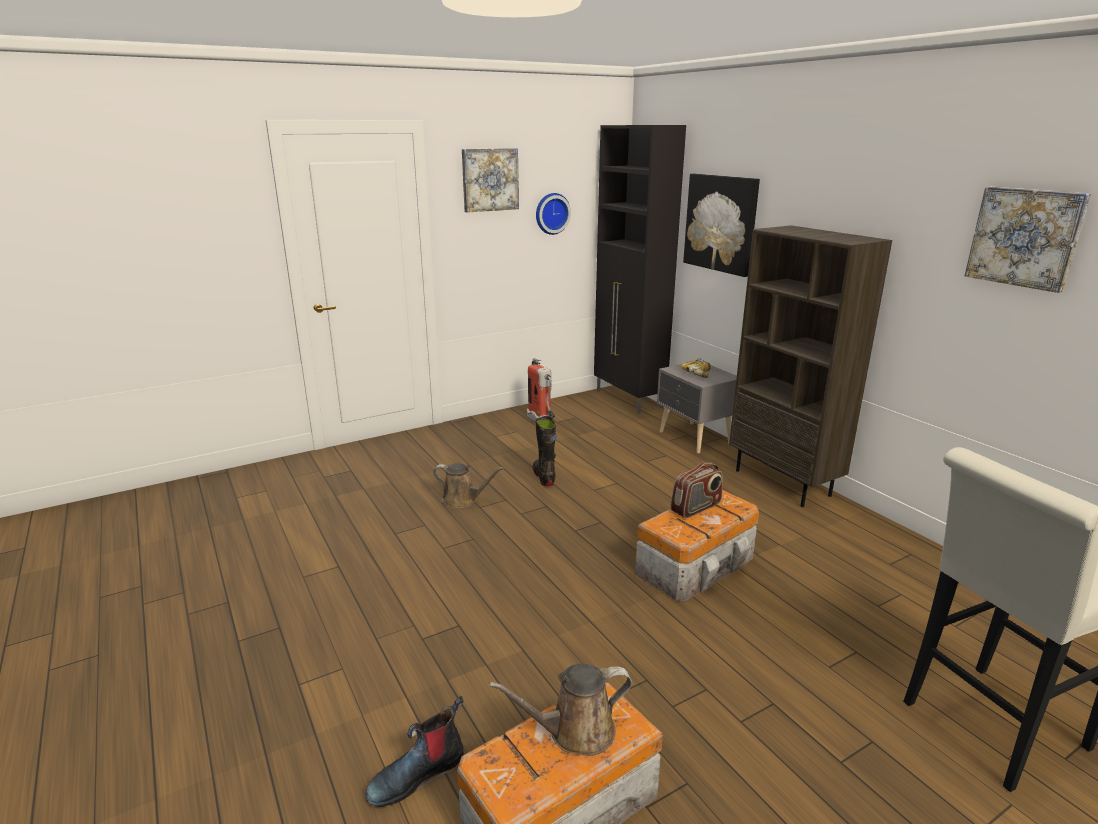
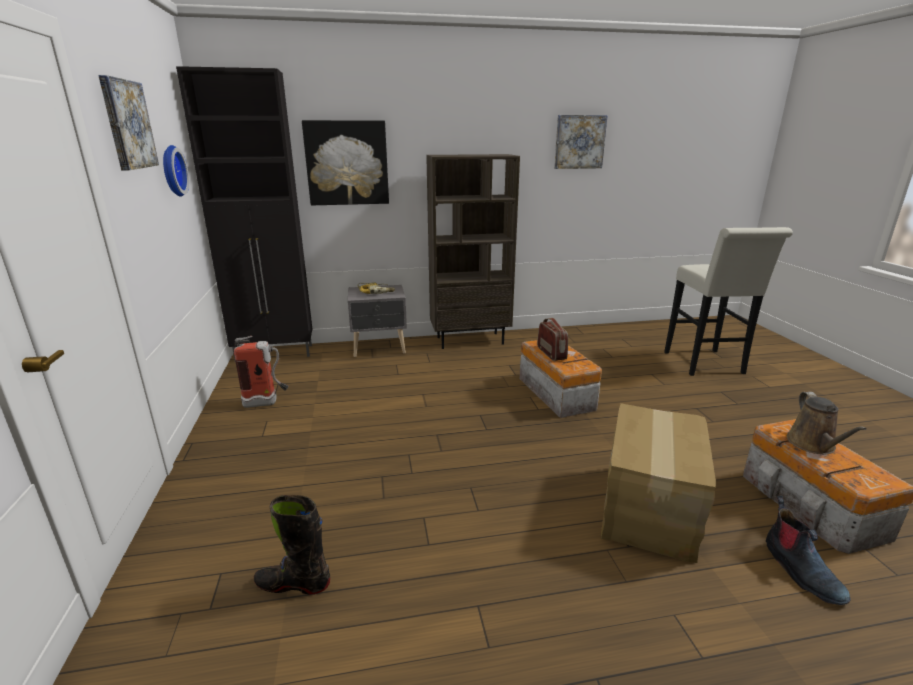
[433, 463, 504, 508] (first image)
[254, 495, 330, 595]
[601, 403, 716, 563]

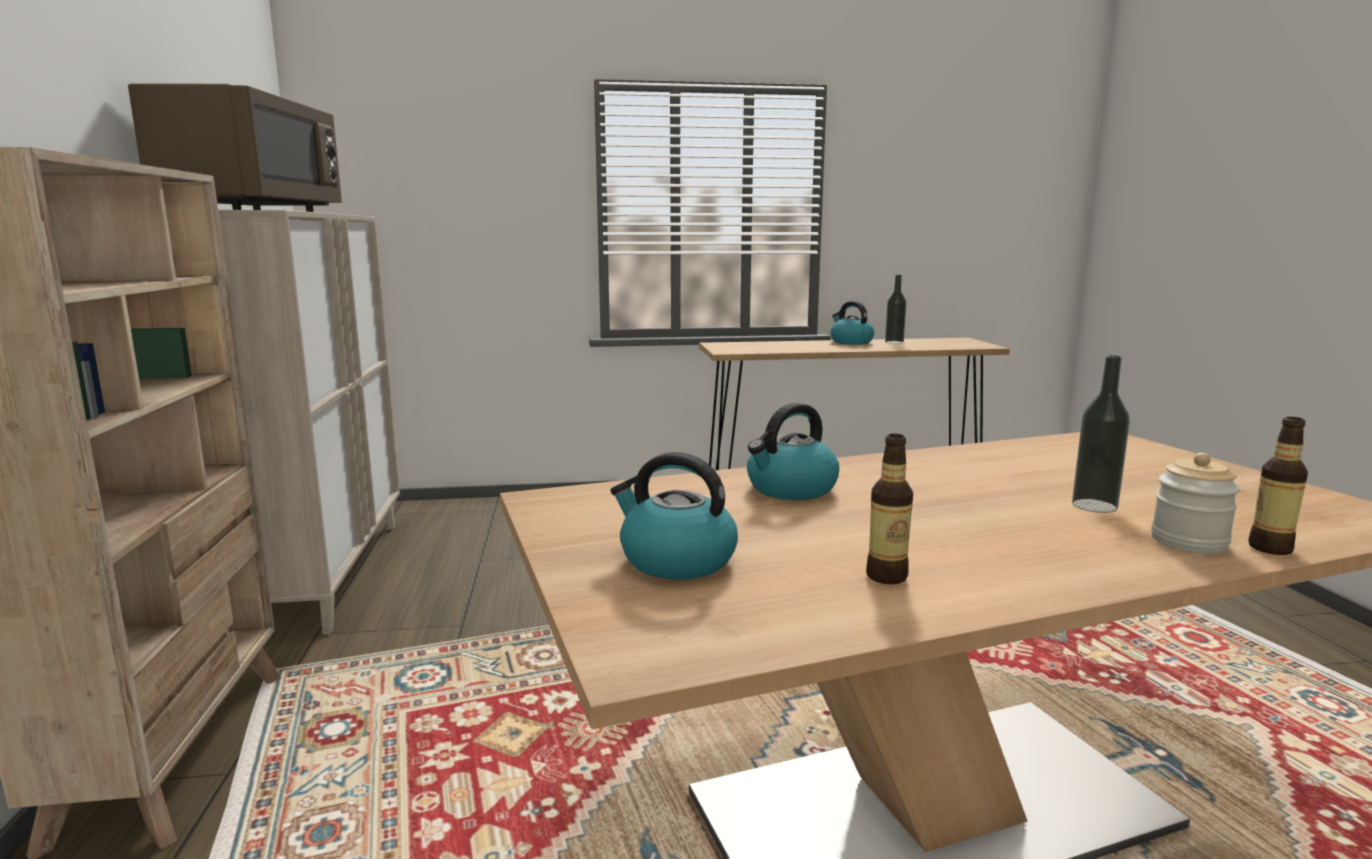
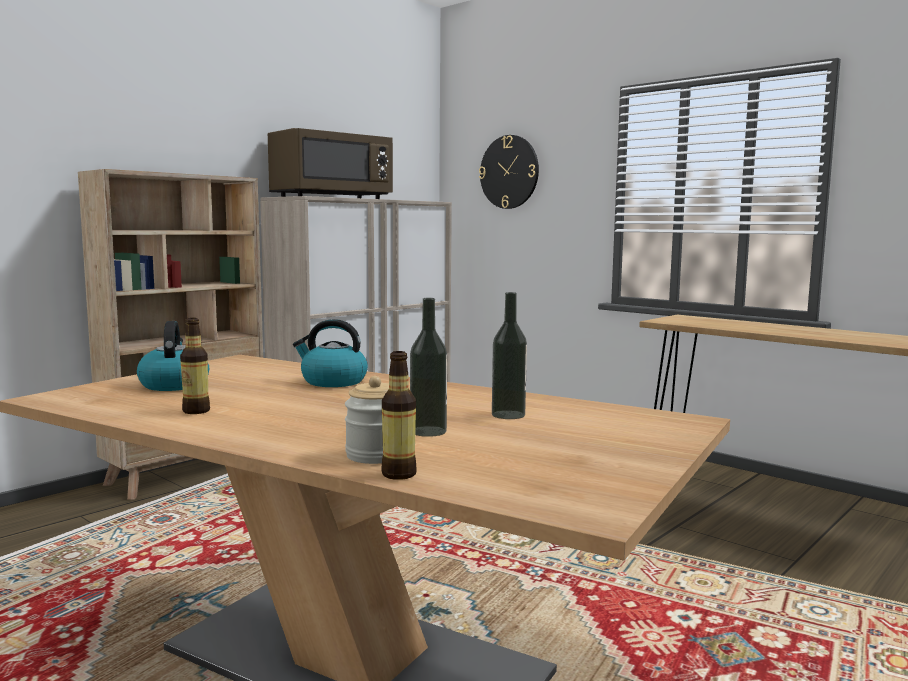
[830, 301, 874, 345] (first image)
[492, 292, 527, 419]
[479, 135, 539, 209]

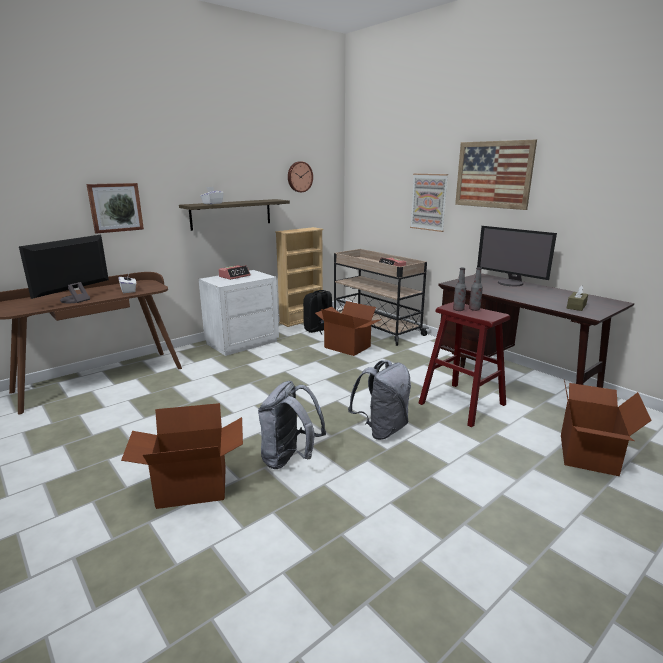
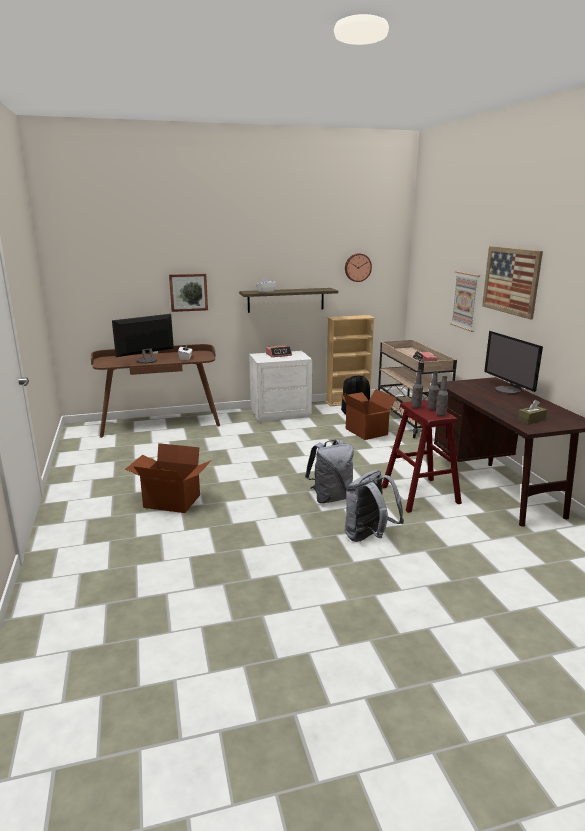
[345, 470, 404, 542]
[561, 379, 652, 476] (first image)
[436, 376, 448, 416]

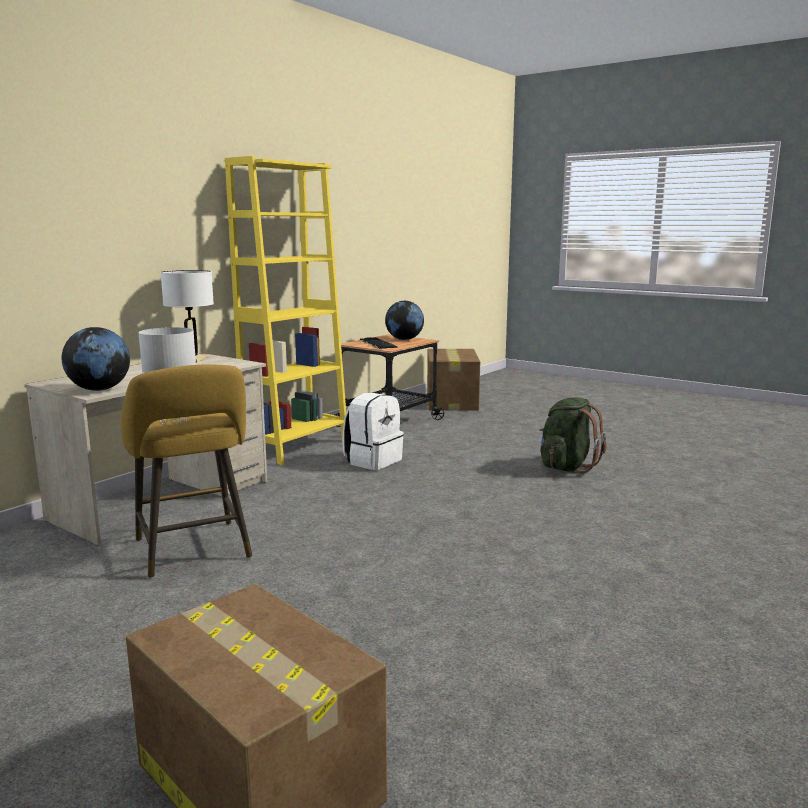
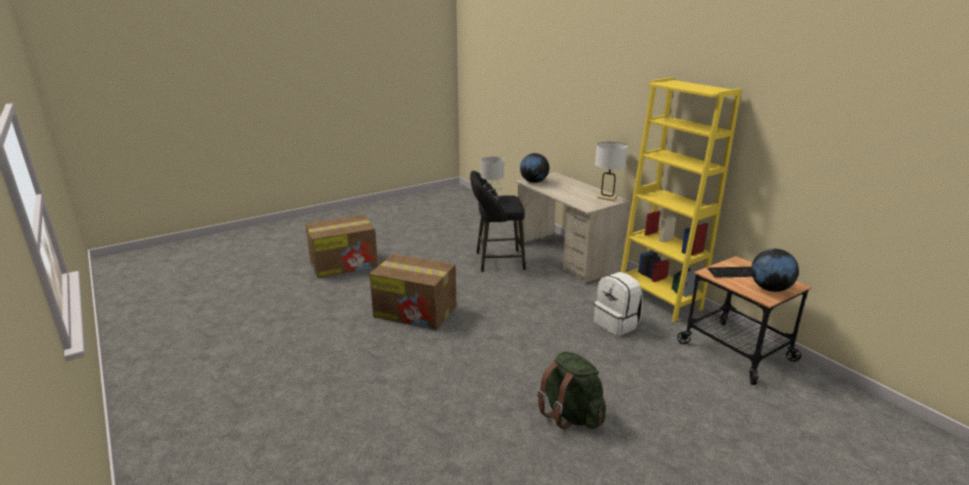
[470, 171, 526, 272]
[369, 254, 456, 330]

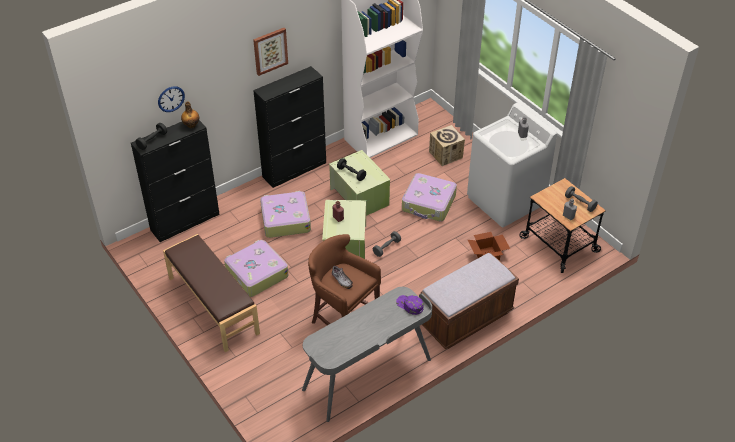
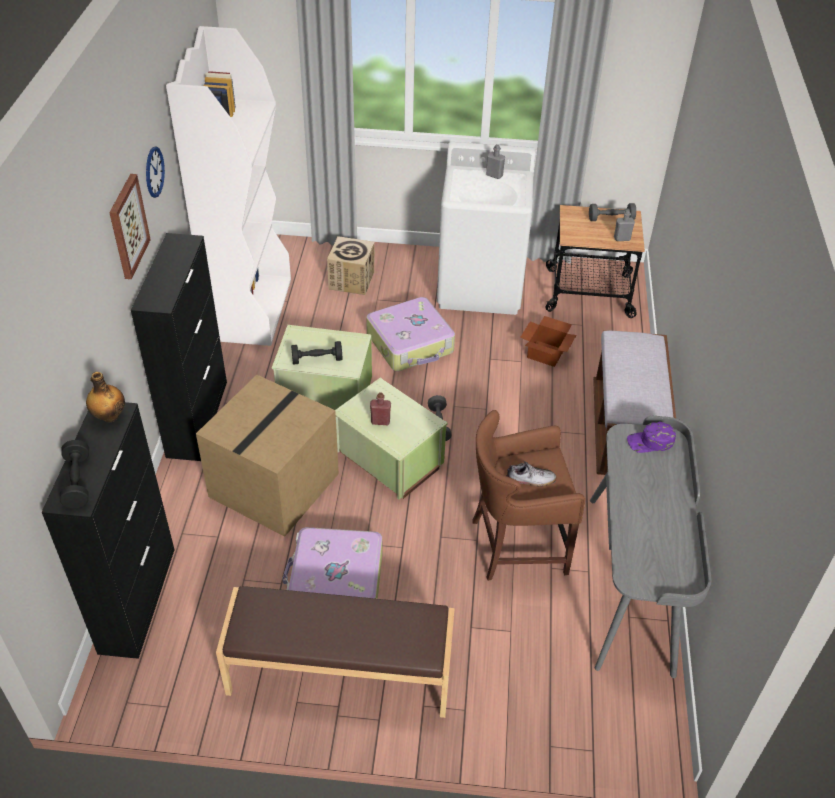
[146, 147, 165, 198]
[196, 375, 339, 537]

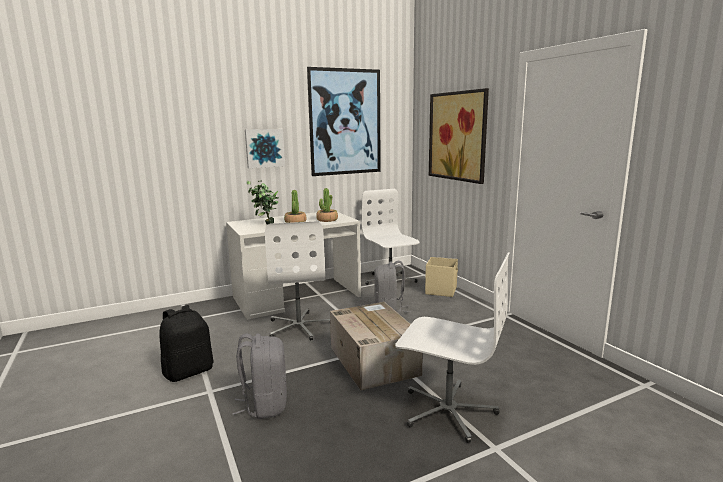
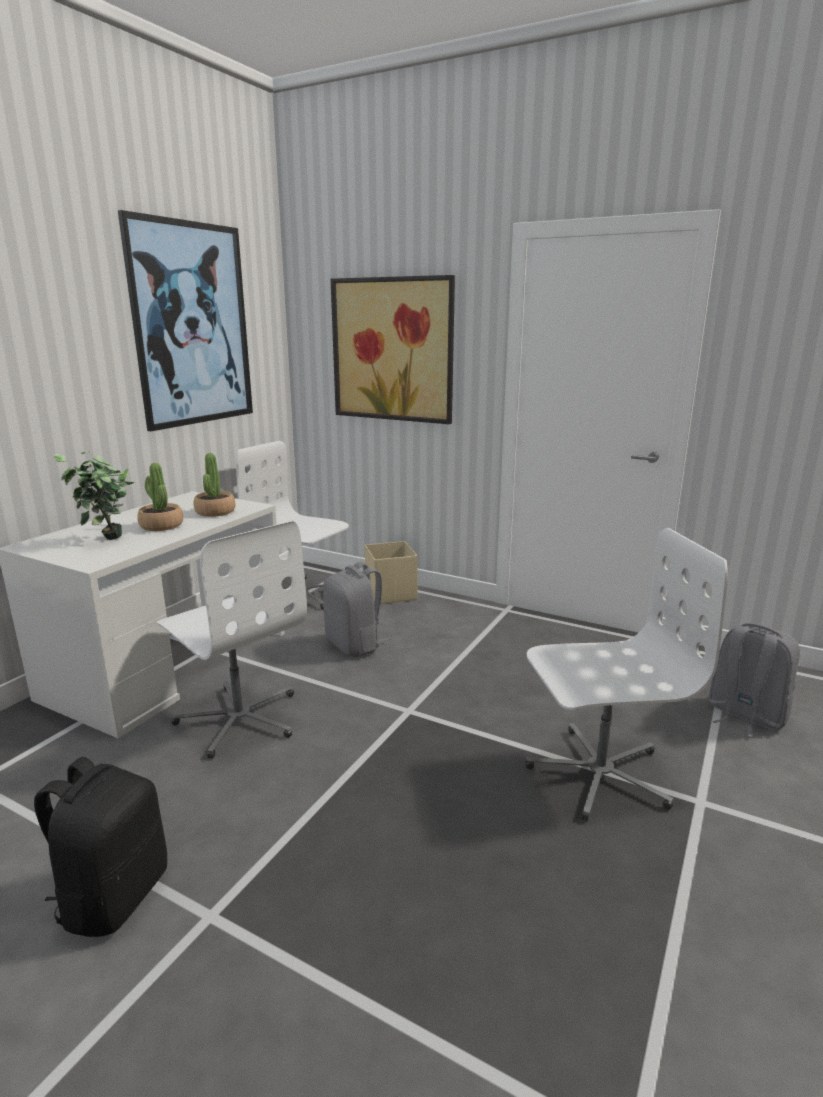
[708, 623, 800, 737]
[245, 129, 285, 168] (first image)
[330, 302, 423, 390] (first image)

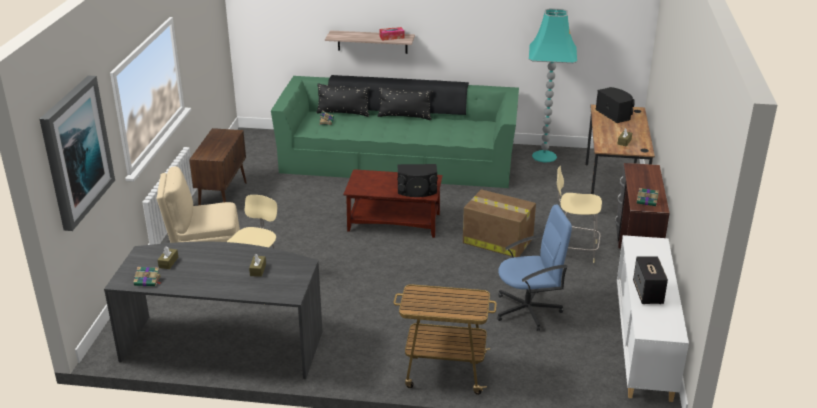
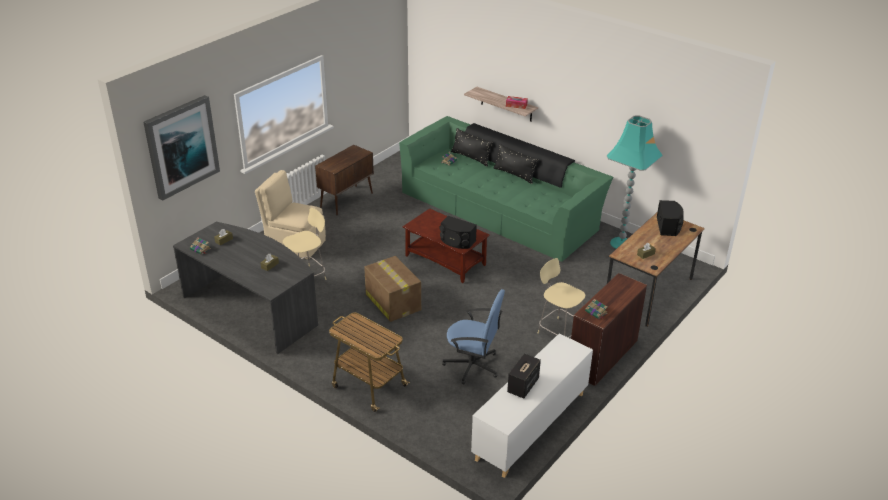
[364, 256, 421, 322]

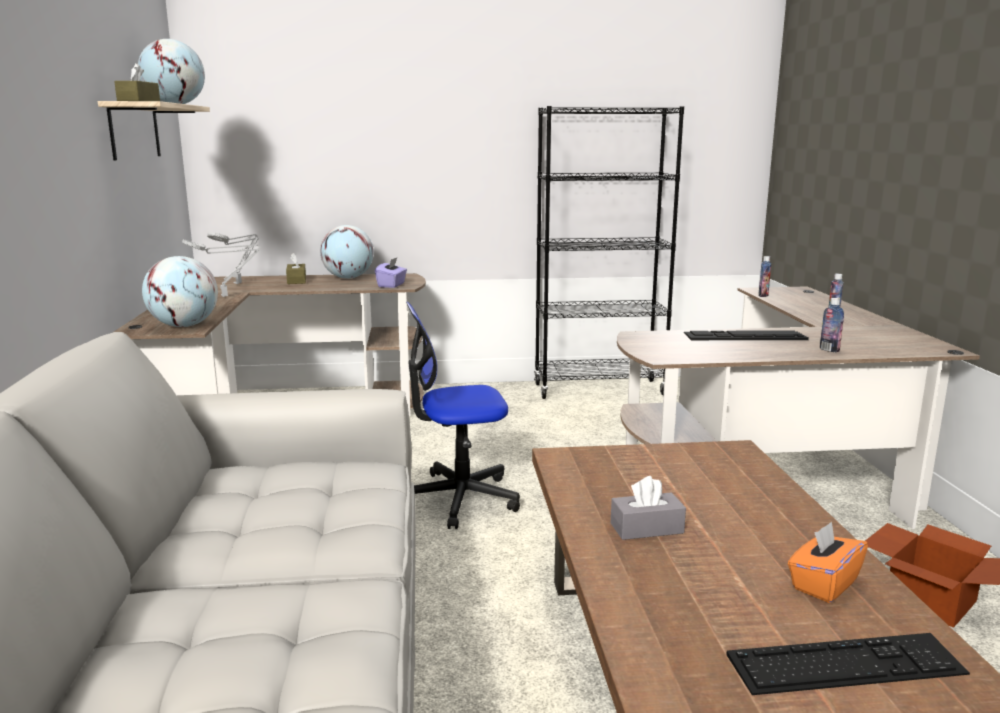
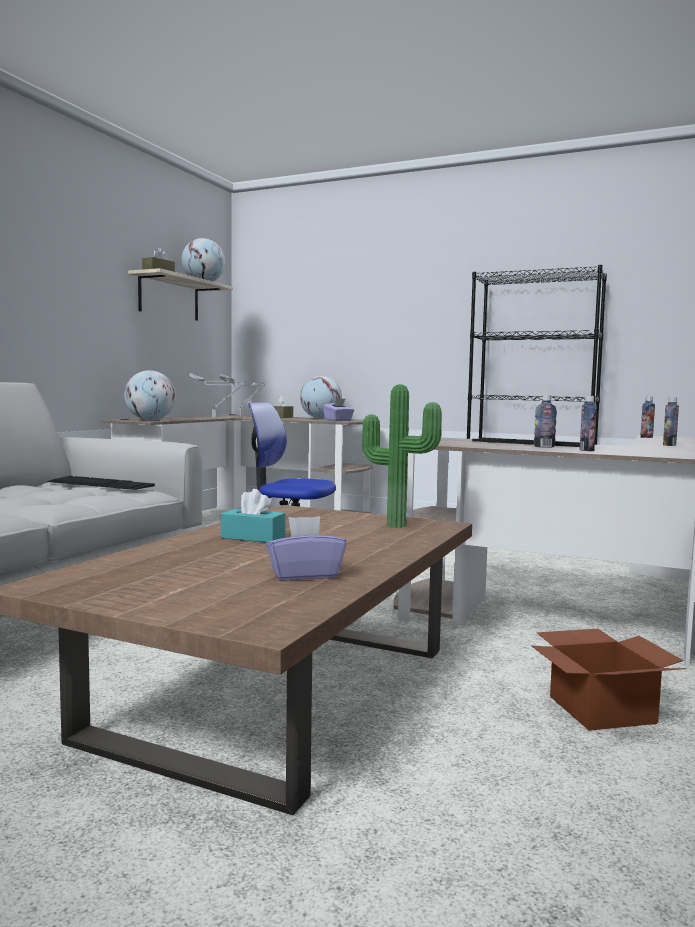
[221, 489, 285, 542]
[47, 476, 155, 490]
[266, 516, 347, 580]
[362, 384, 442, 528]
[534, 395, 557, 447]

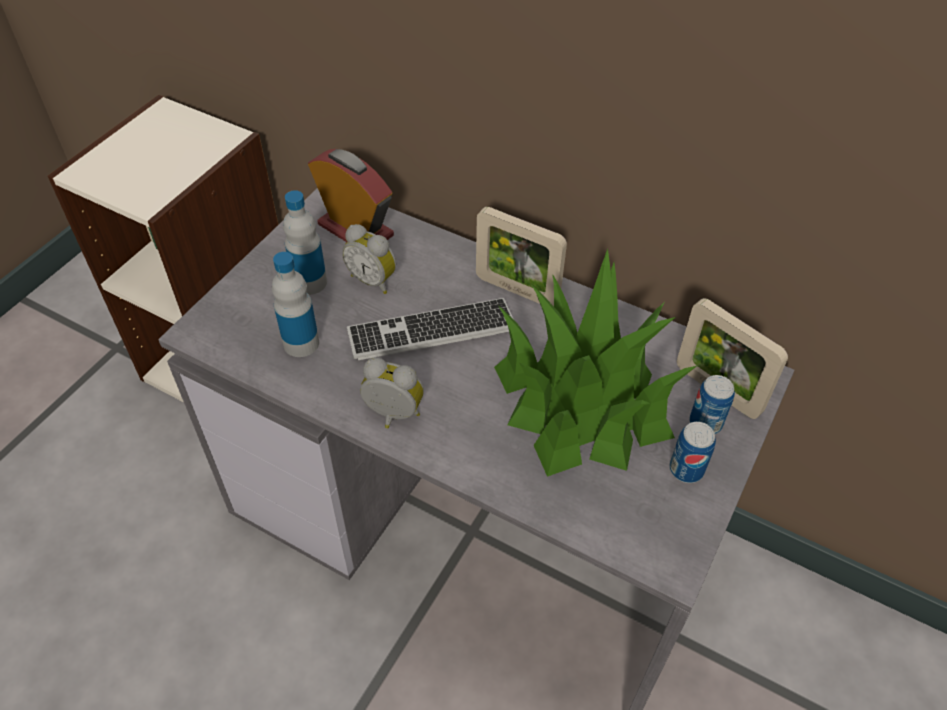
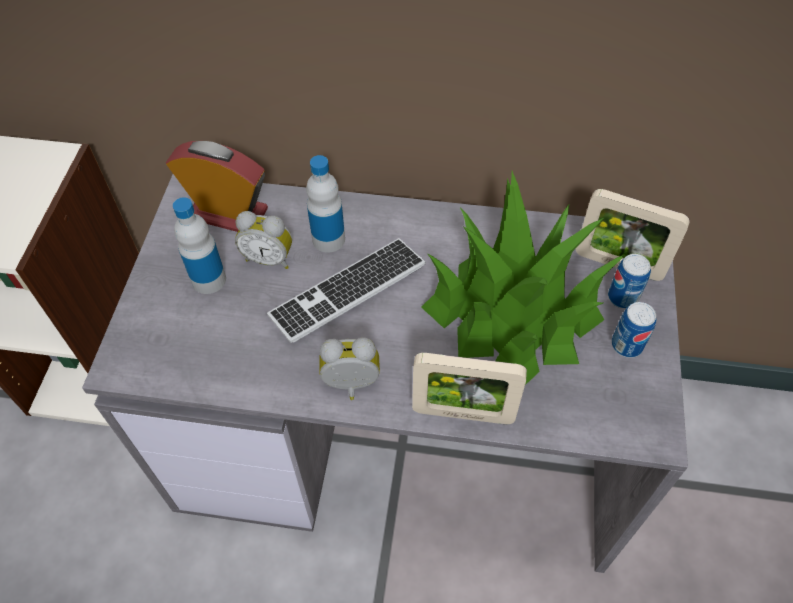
[306, 155, 345, 253]
[412, 353, 527, 424]

